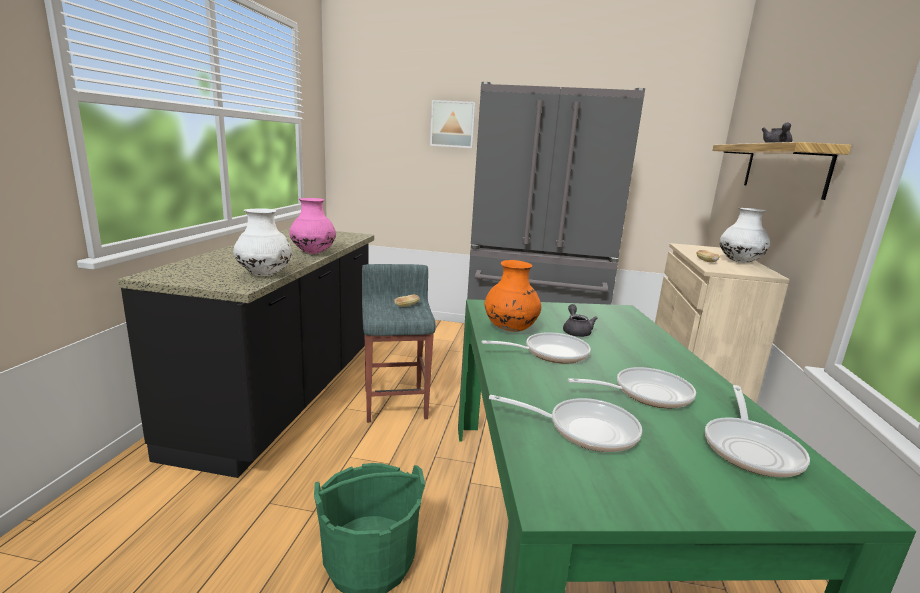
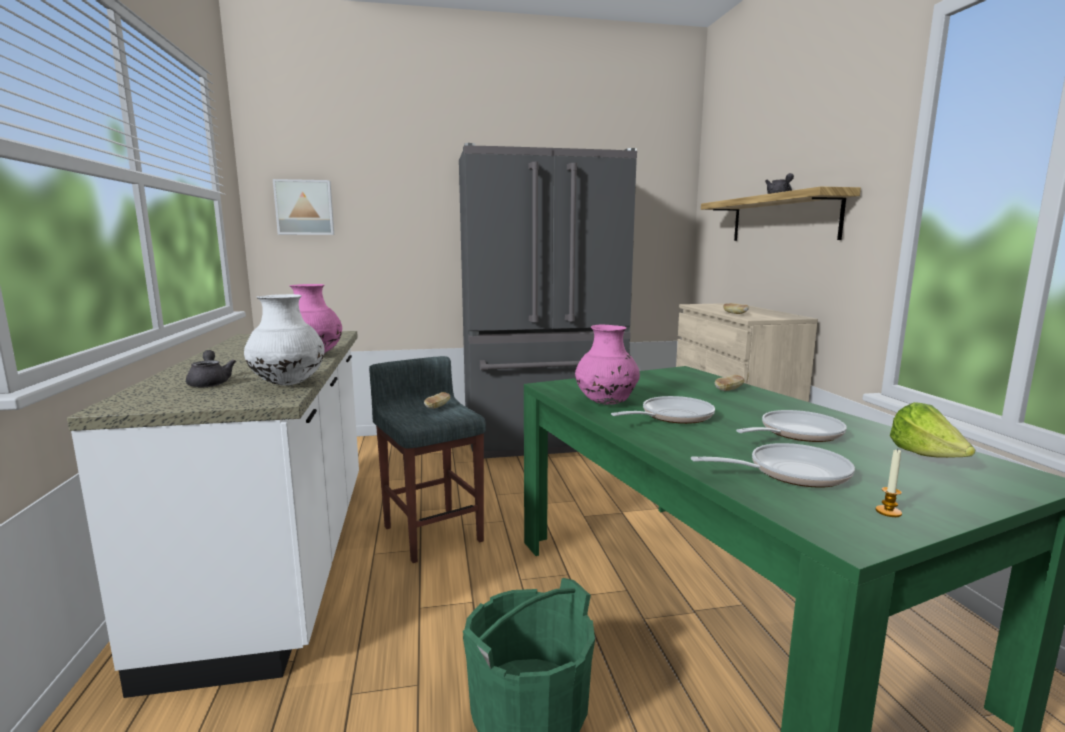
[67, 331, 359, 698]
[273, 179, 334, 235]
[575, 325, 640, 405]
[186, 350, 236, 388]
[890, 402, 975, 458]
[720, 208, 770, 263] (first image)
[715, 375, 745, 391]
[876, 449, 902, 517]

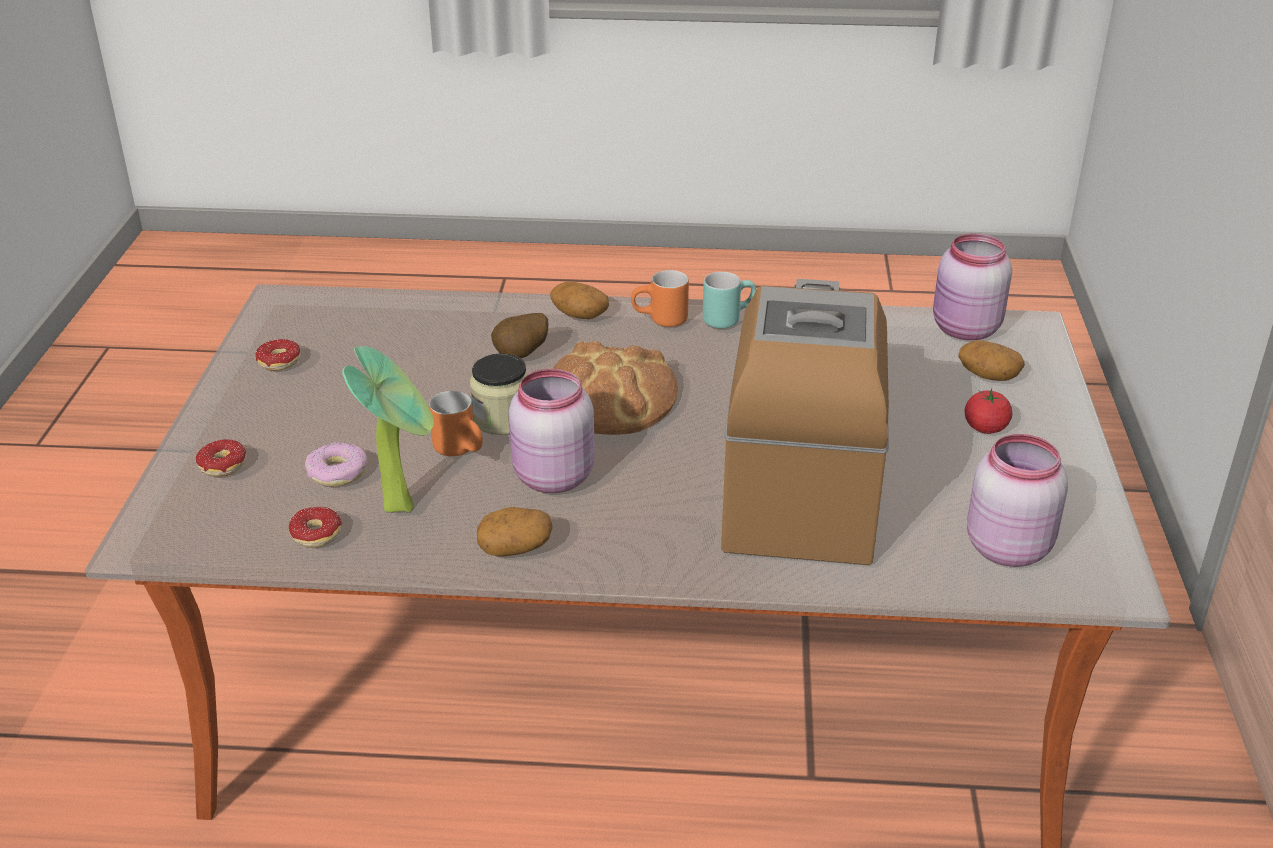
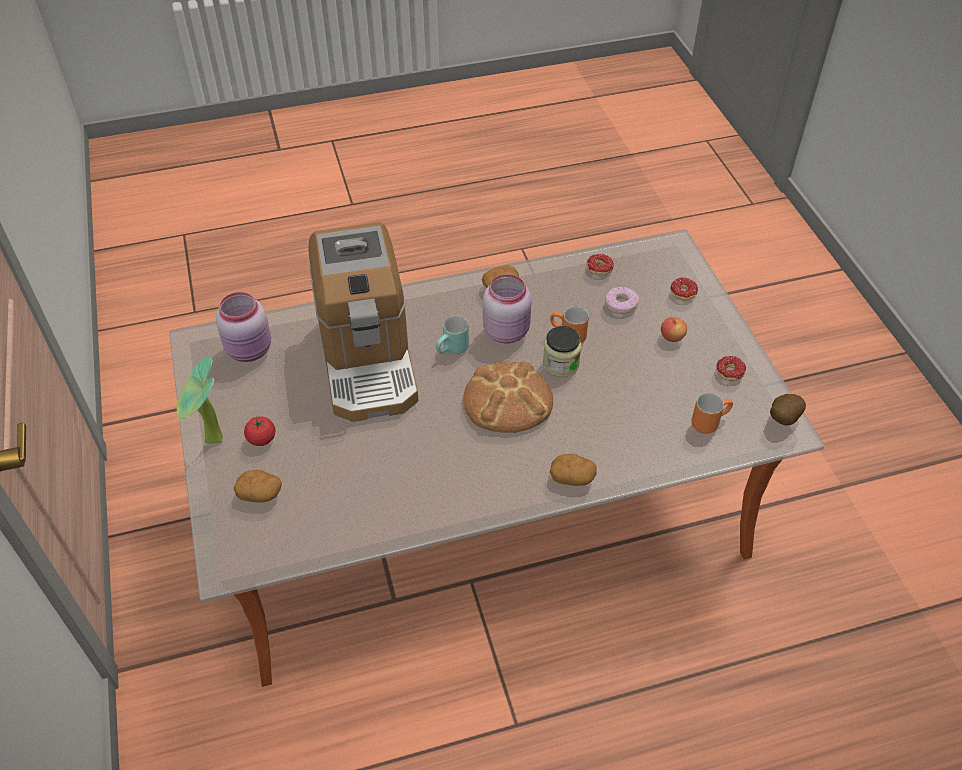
[176, 357, 223, 443]
[770, 394, 806, 426]
[691, 393, 733, 434]
[436, 315, 469, 354]
[933, 233, 1012, 340] (first image)
[661, 317, 687, 342]

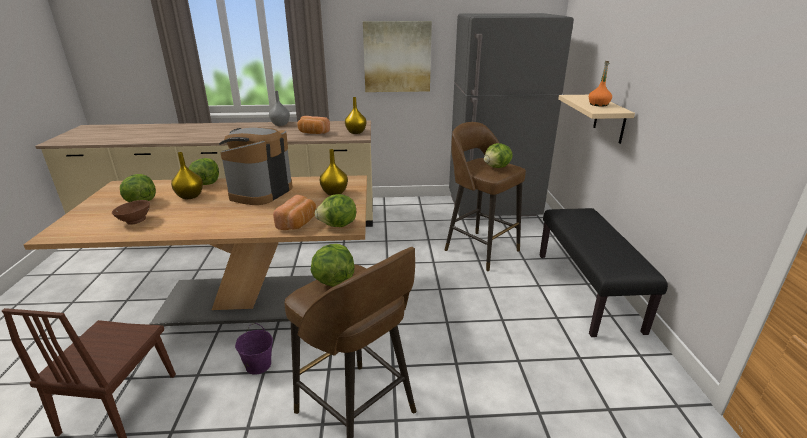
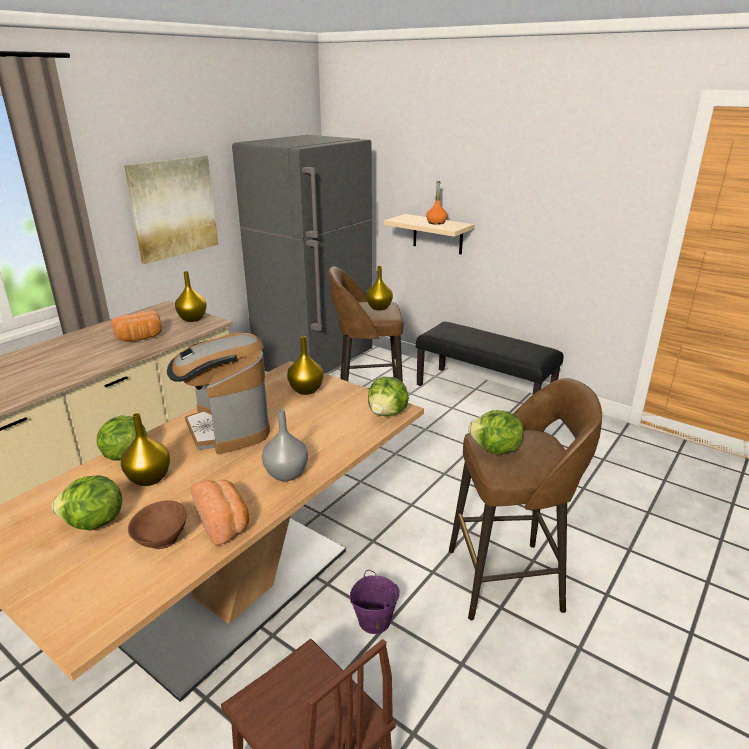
[262, 409, 308, 481]
[191, 480, 249, 545]
[366, 266, 393, 311]

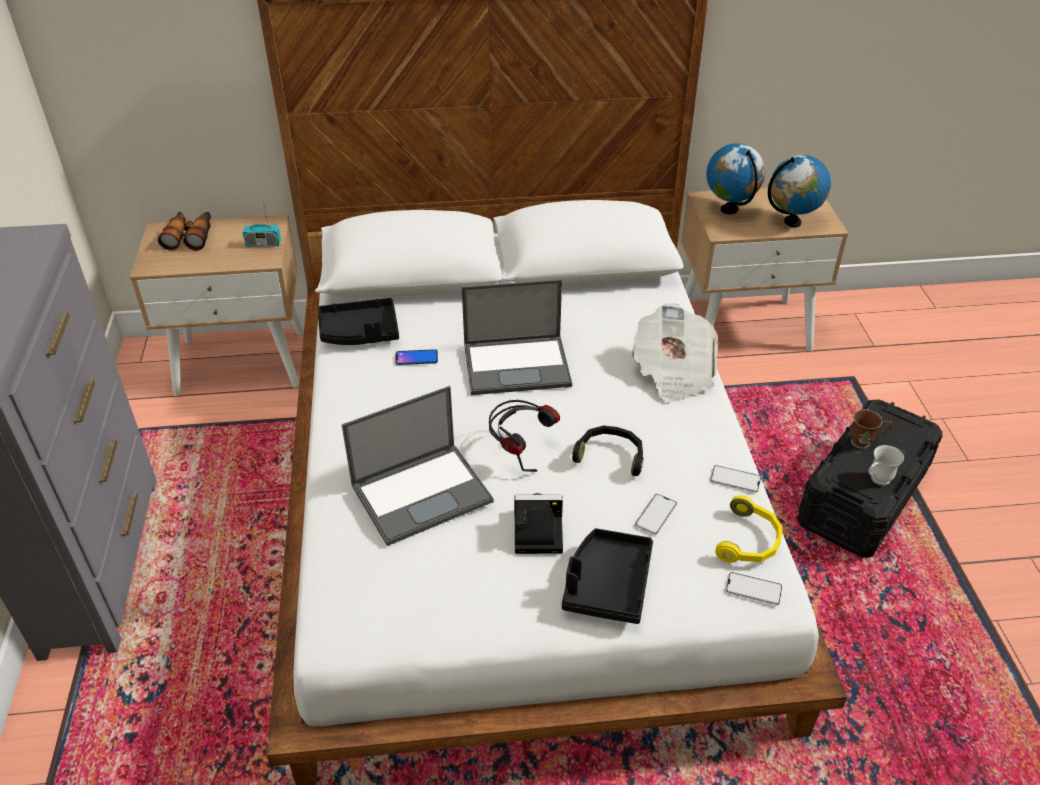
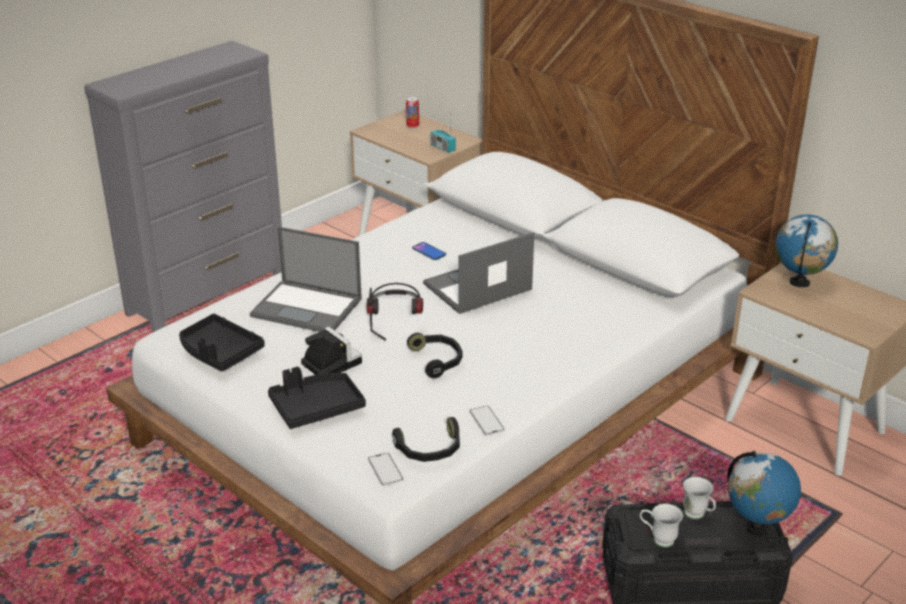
[406, 97, 419, 128]
[179, 314, 265, 372]
[423, 232, 534, 314]
[632, 303, 718, 403] (first image)
[635, 494, 677, 535] (first image)
[392, 417, 460, 462]
[727, 451, 801, 535]
[683, 477, 716, 519]

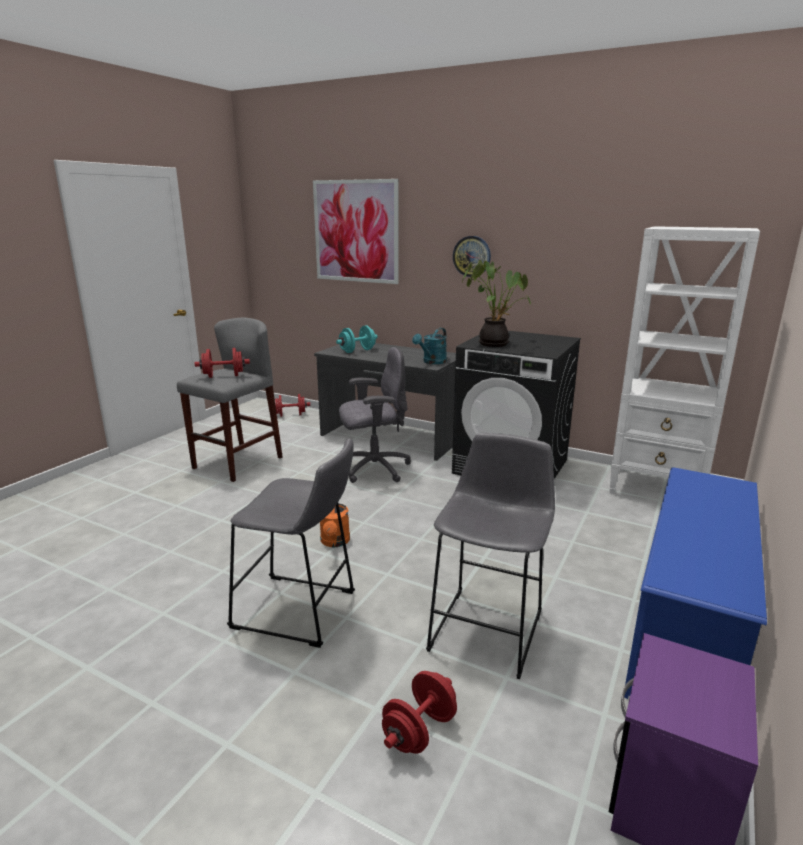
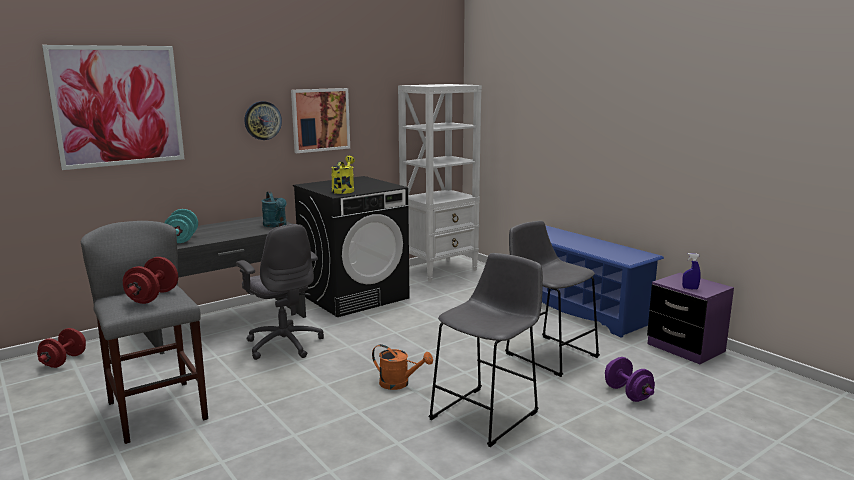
[236, 224, 324, 360]
[605, 357, 655, 402]
[331, 156, 355, 194]
[291, 88, 350, 153]
[682, 253, 701, 290]

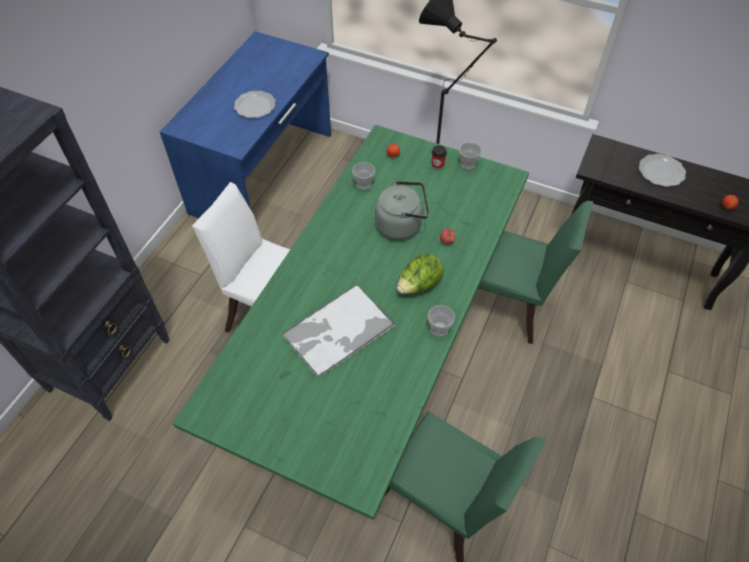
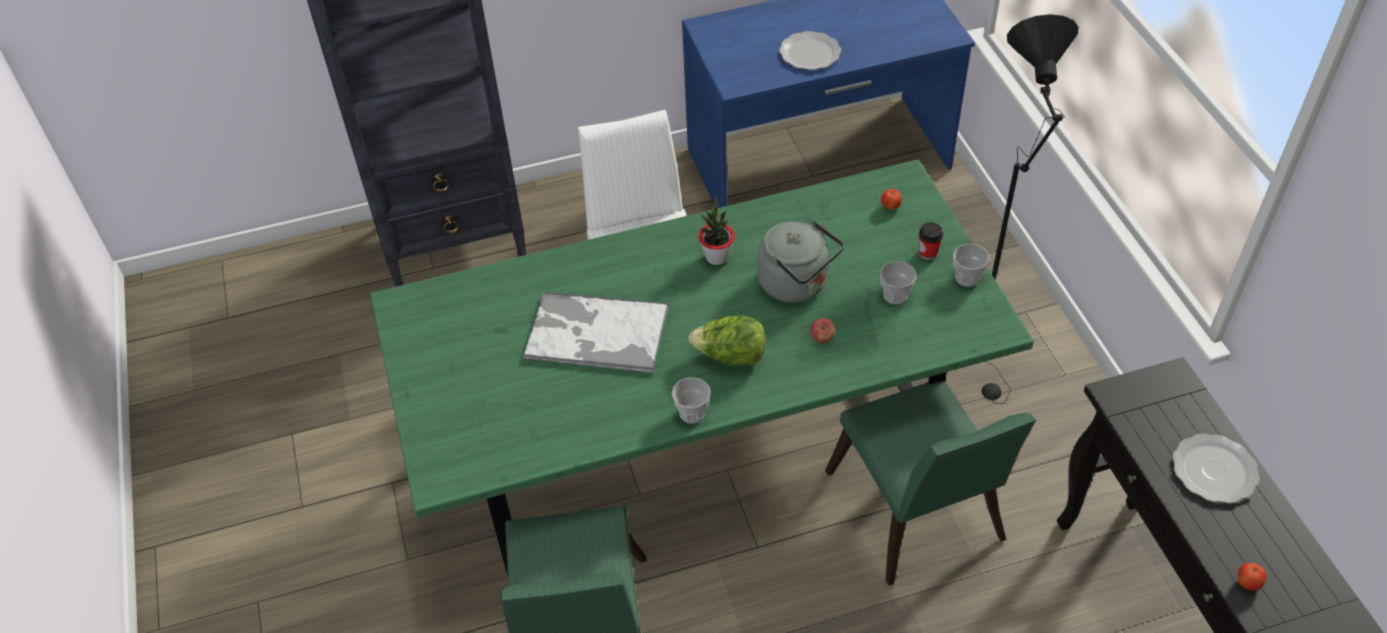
[880, 261, 916, 304]
[698, 196, 735, 265]

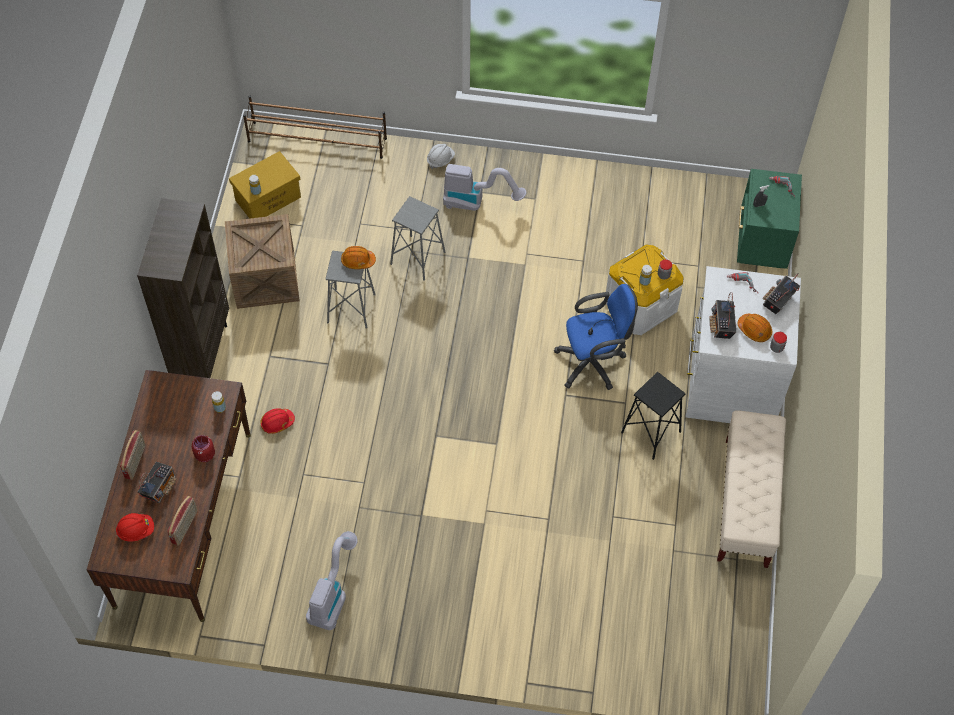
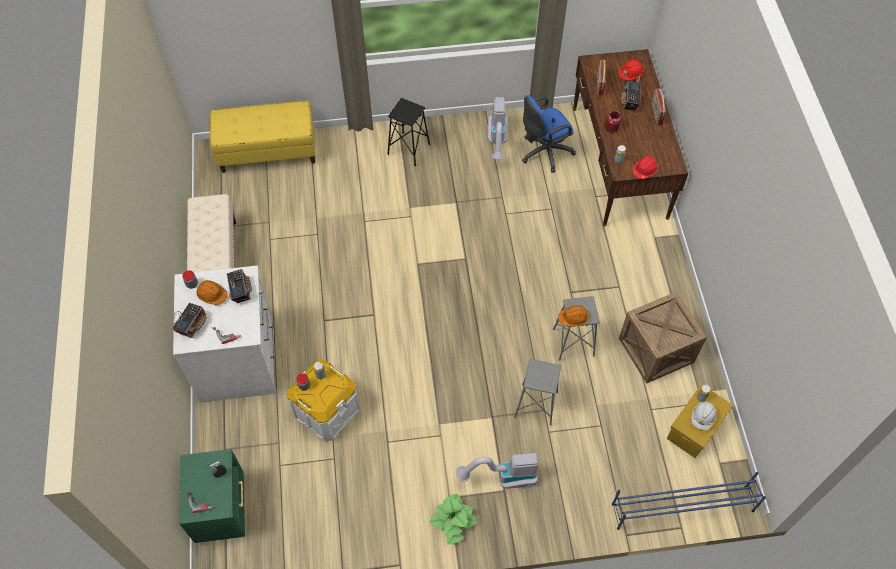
[137, 198, 229, 378] (first image)
[612, 472, 766, 530]
[632, 156, 658, 179]
[691, 402, 717, 430]
[522, 95, 576, 173]
[387, 98, 430, 166]
[210, 101, 316, 173]
[429, 494, 478, 545]

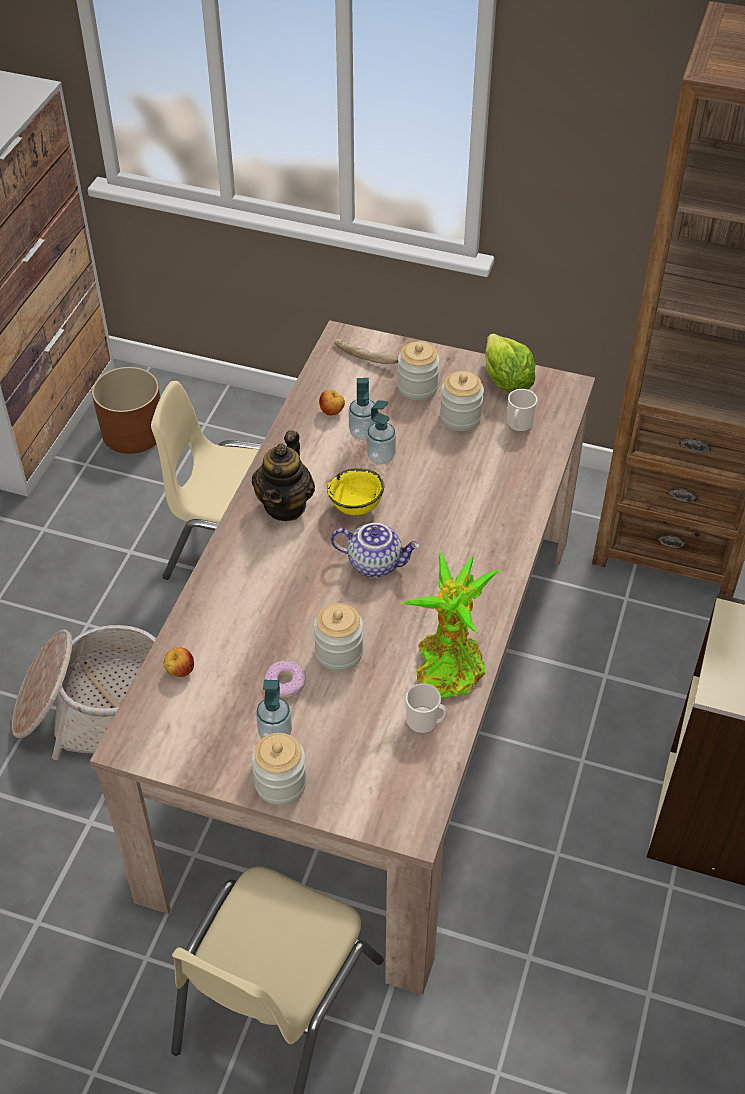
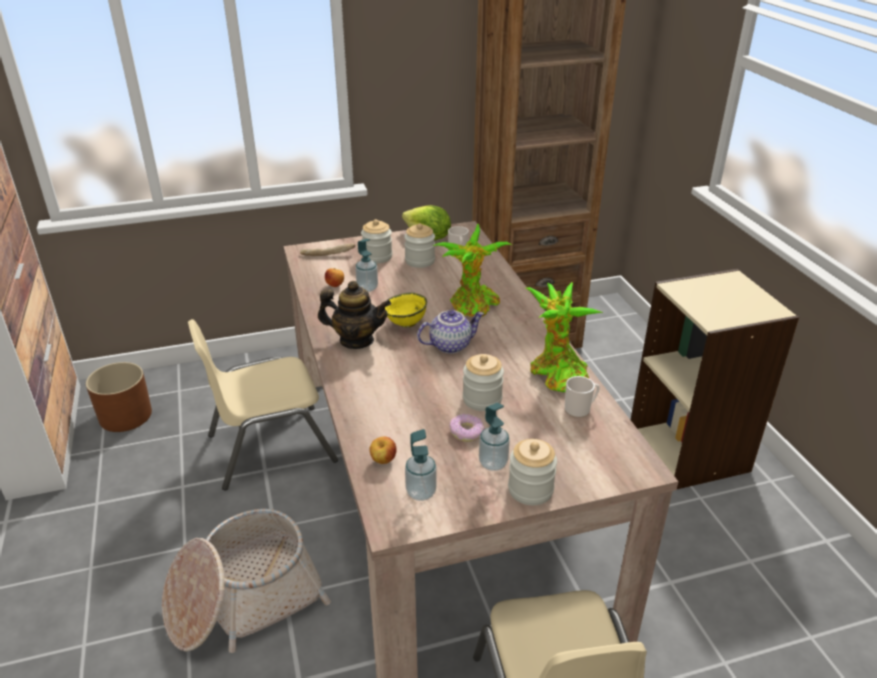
[318, 281, 391, 349]
[405, 429, 437, 501]
[433, 223, 512, 317]

